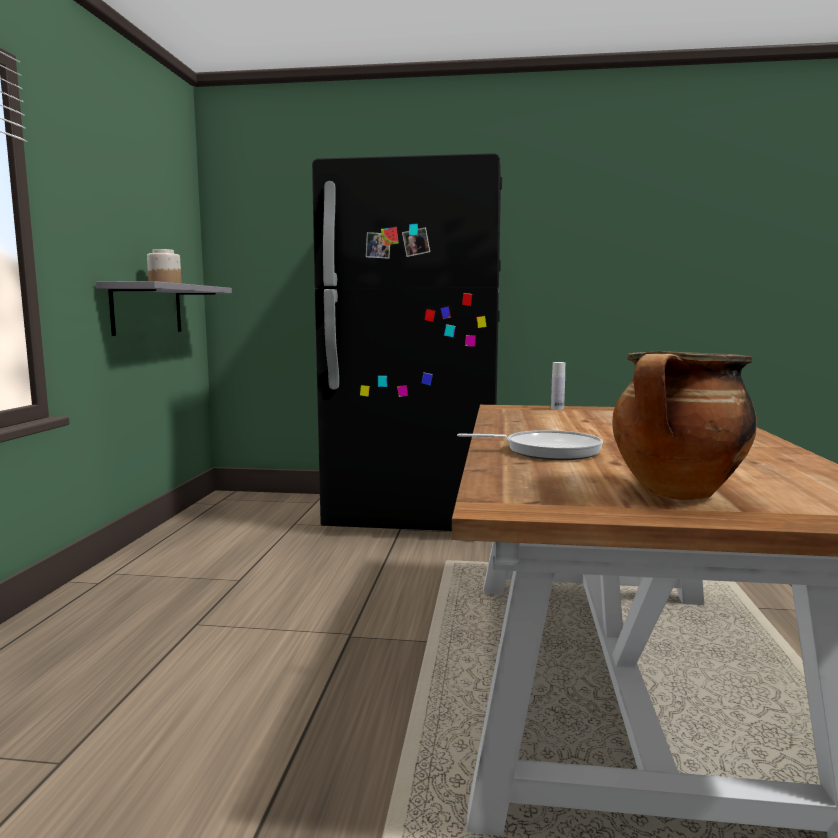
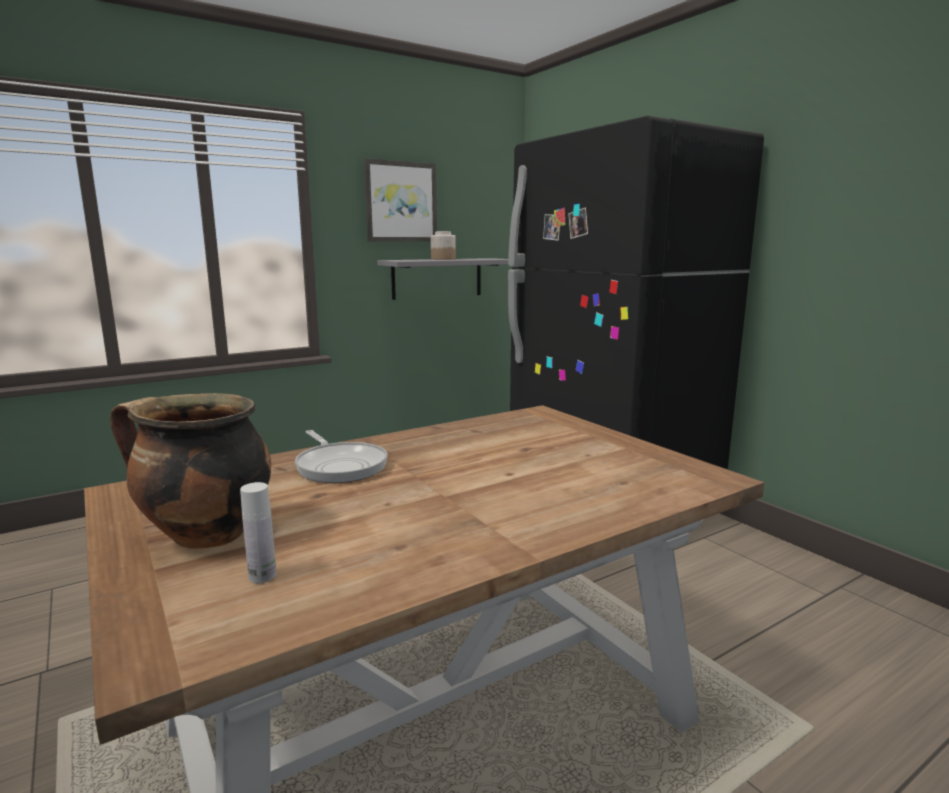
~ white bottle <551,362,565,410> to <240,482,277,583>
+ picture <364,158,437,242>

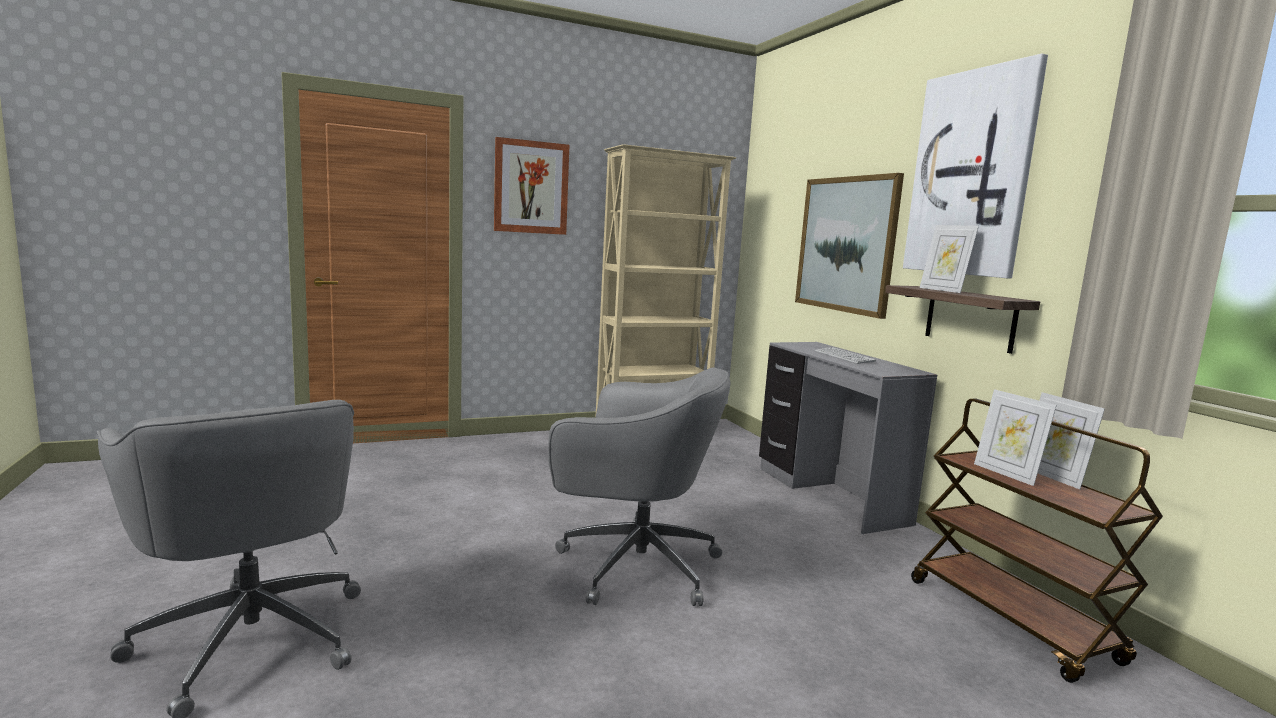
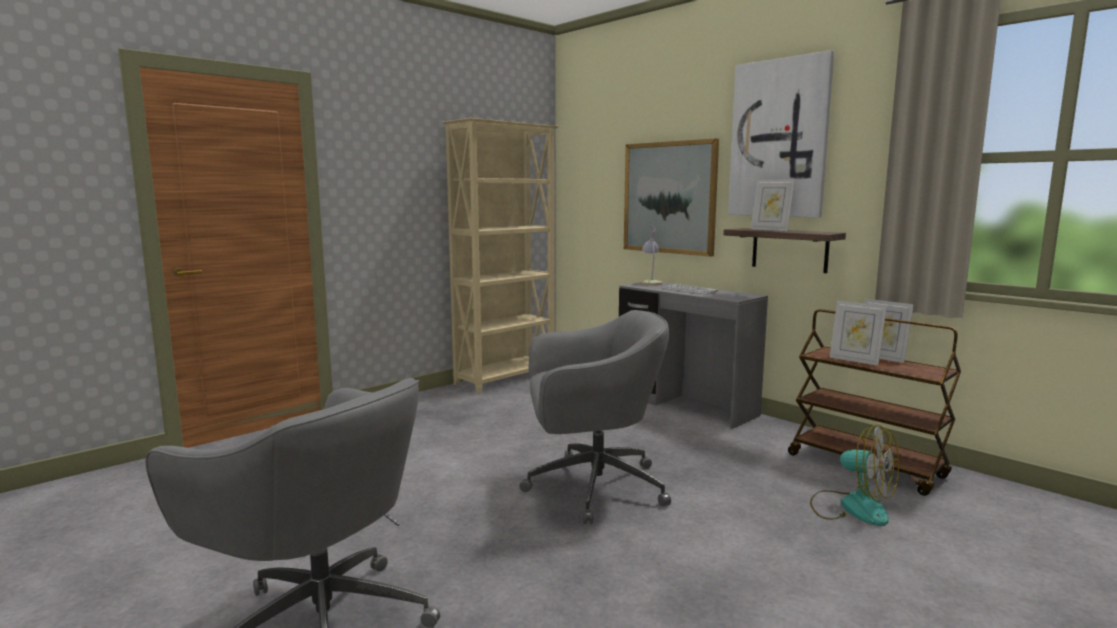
- picture <494,137,569,235>
+ table lamp <641,226,663,286>
+ fan <810,424,899,526>

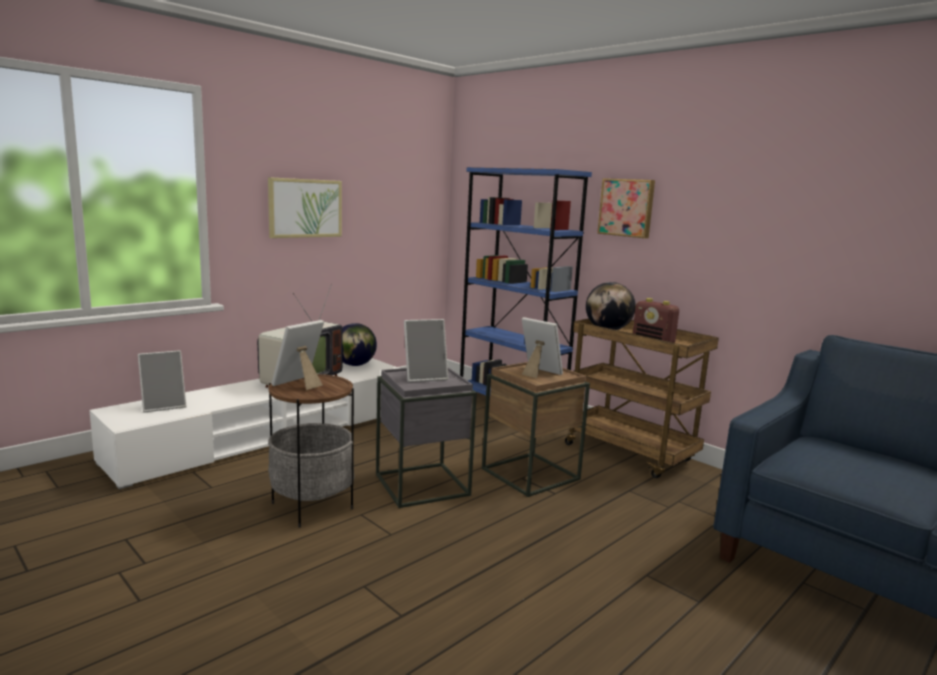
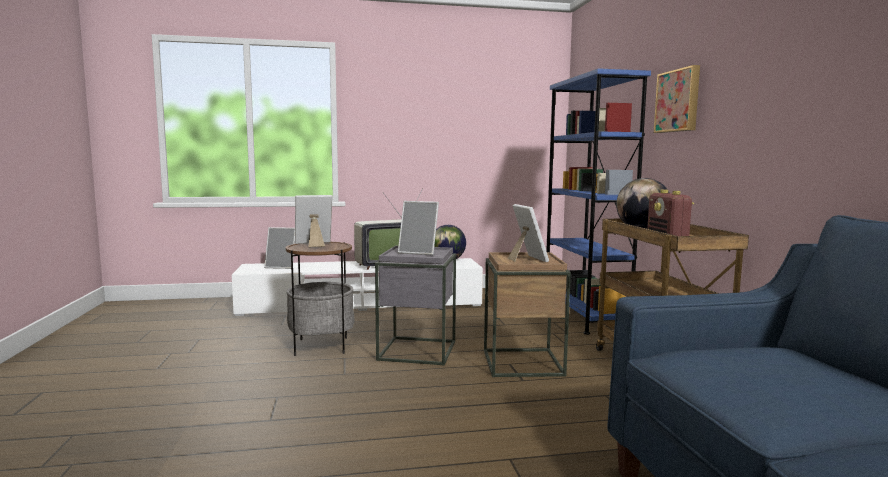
- picture <268,177,342,238>

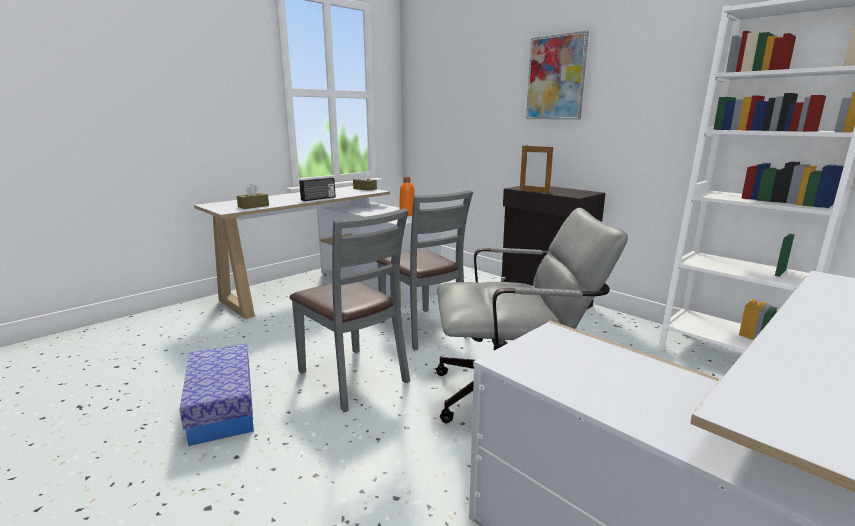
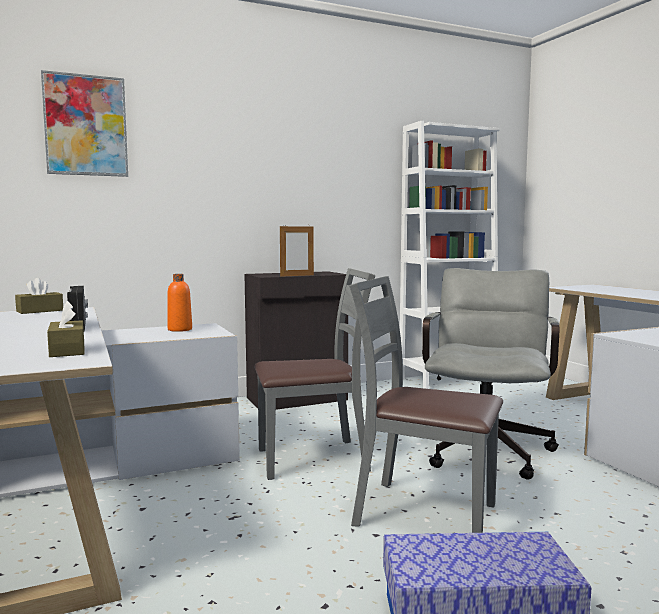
~ grey chair <289,208,410,412> = <349,276,503,533> 135 degrees counterclockwise
~ picture <526,31,589,120> to <41,70,128,177>

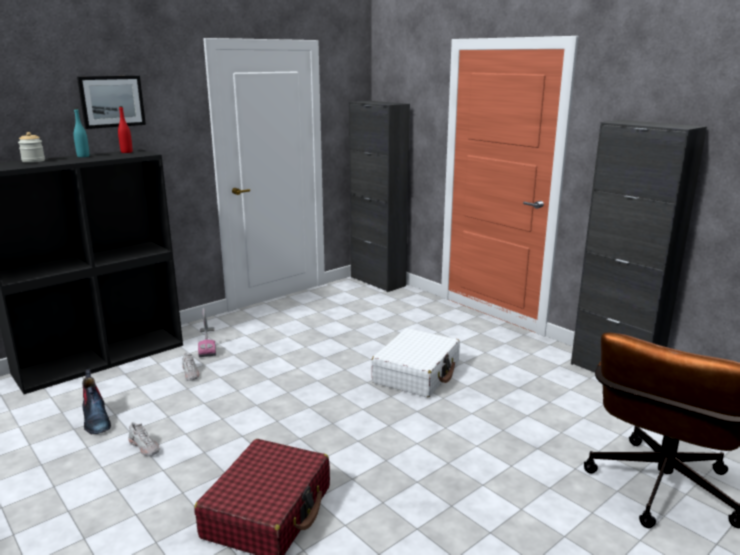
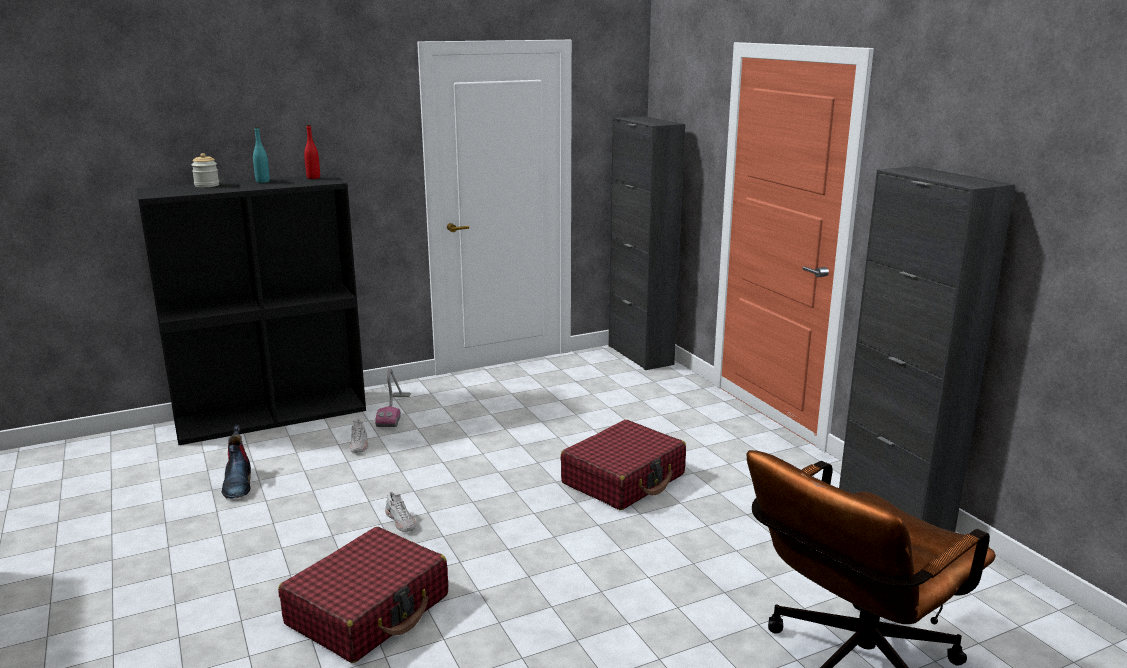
- picture <77,76,146,129>
~ white shoe <128,422,160,456> to <385,492,416,532>
~ white suitcase <371,328,460,398> to red suitcase <561,420,686,510>

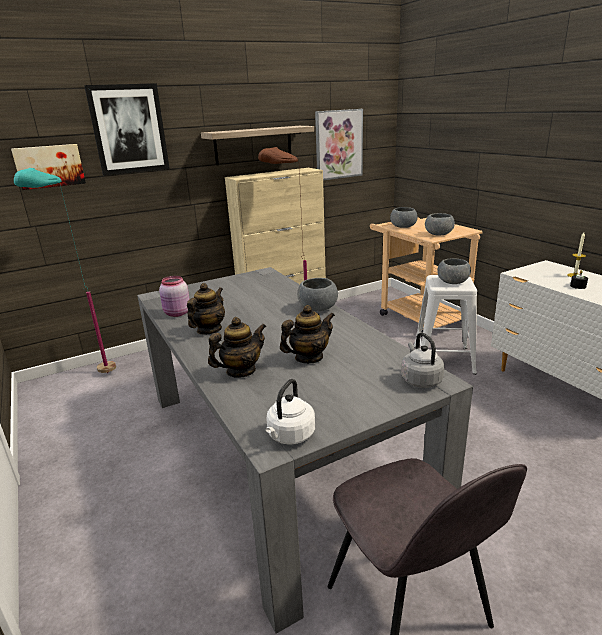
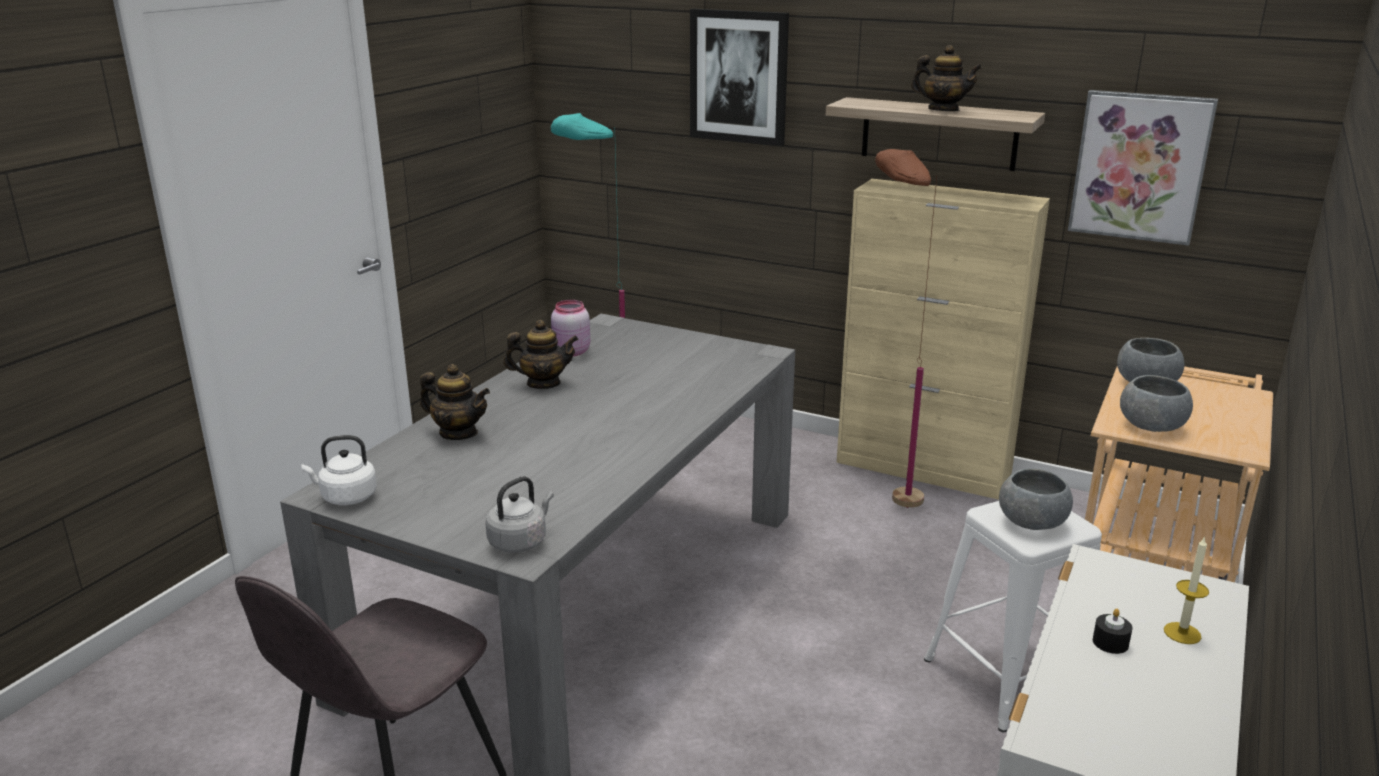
- picture <11,144,86,190>
~ teapot <280,305,335,363> to <911,45,982,111>
- grey bowl <297,278,338,311>

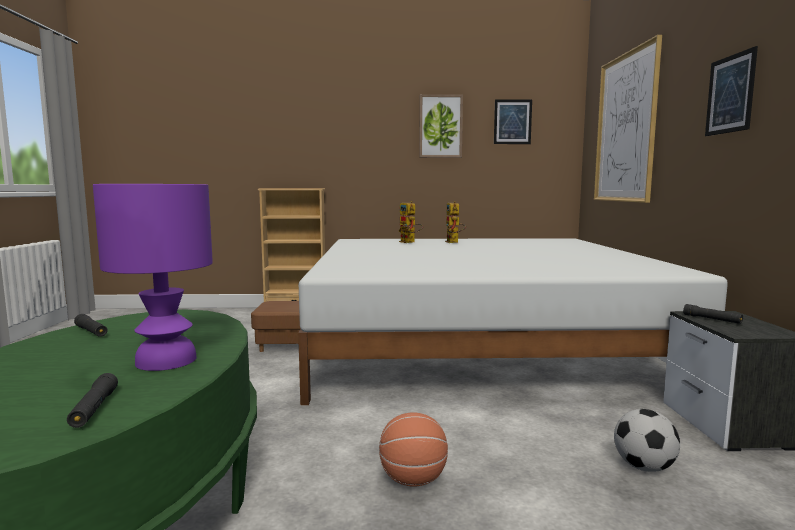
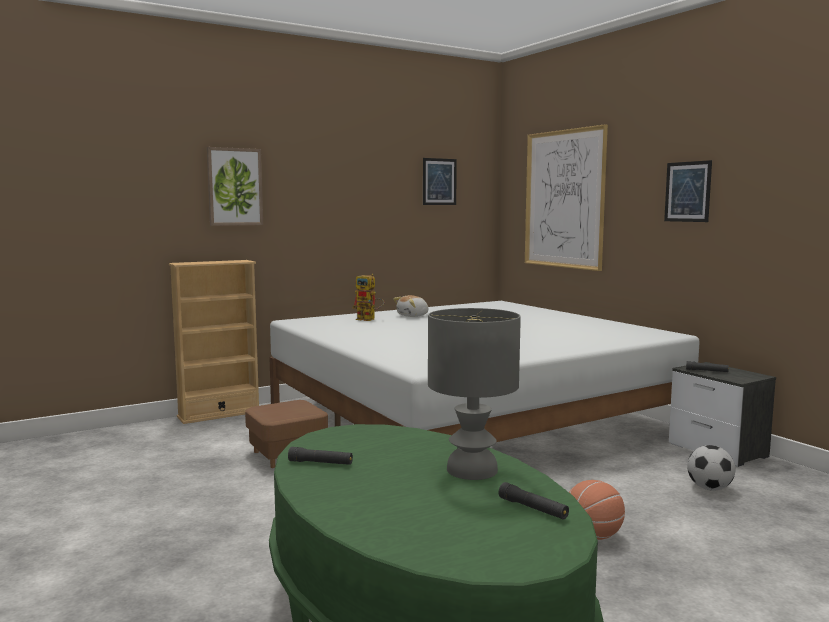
~ purple table lamp <93,184,213,371> to grey table lamp <428,308,521,480>
~ picture <419,94,463,158> to <207,147,263,226>
~ toy robot <445,201,466,243> to plush toy <393,295,428,317>

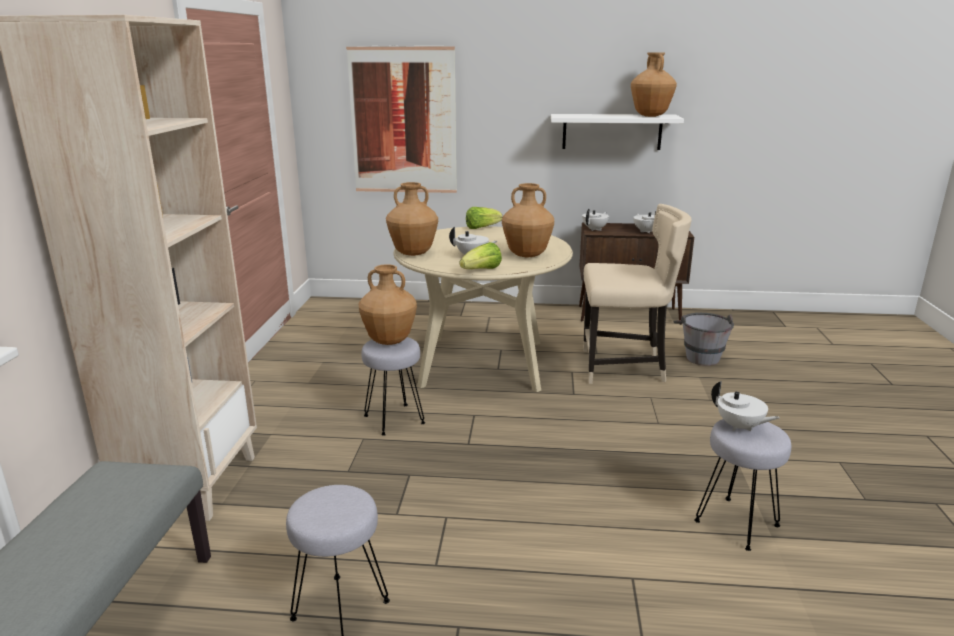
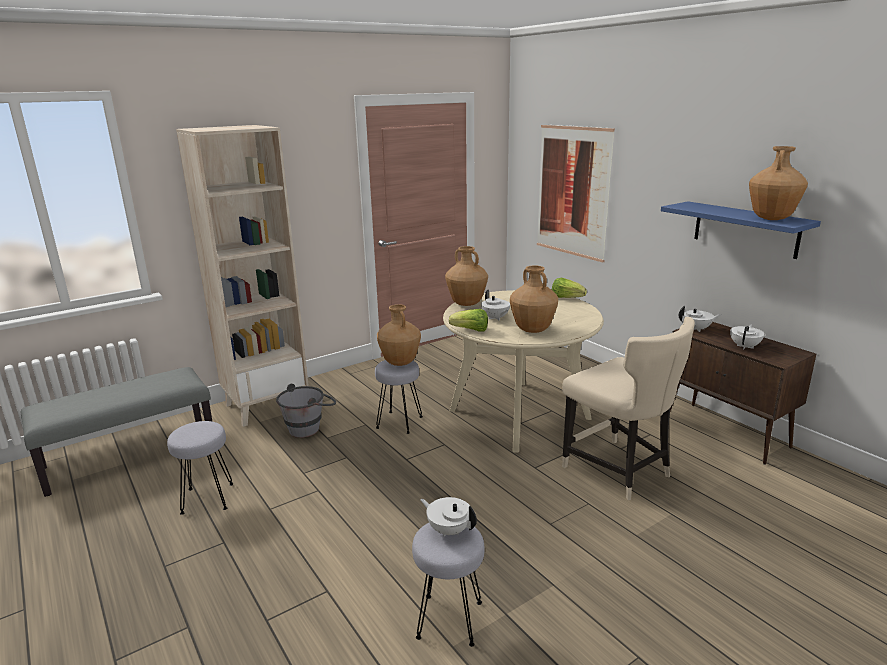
~ white shelf <551,114,684,150> to blue shelf <661,201,821,259>
~ grey bucket <674,313,734,366> to <276,384,336,438>
~ white teapot <711,381,780,431> = <420,497,477,537> 120 degrees clockwise

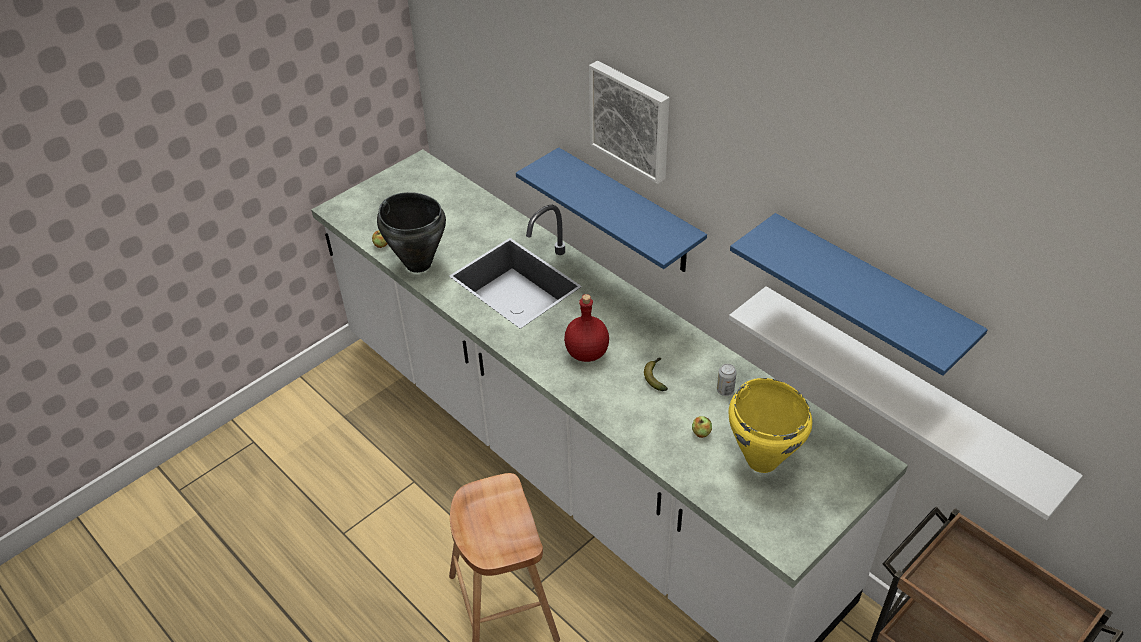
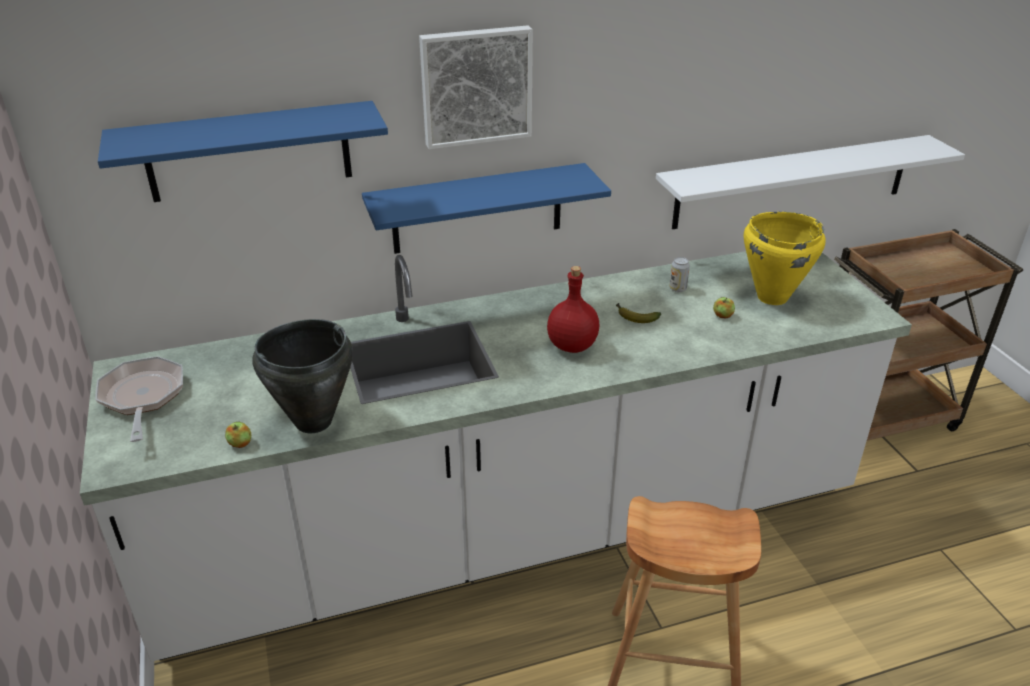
~ blue shelf <730,213,988,376> to <98,101,388,202>
+ frying pan <95,356,183,442>

